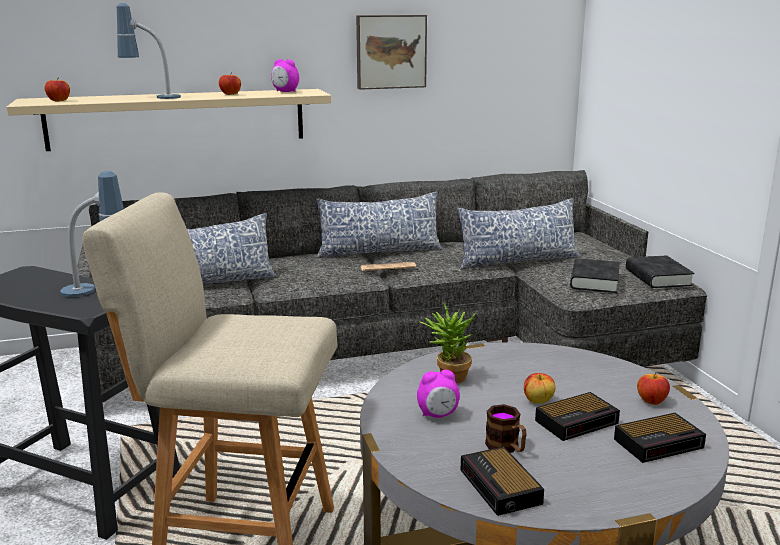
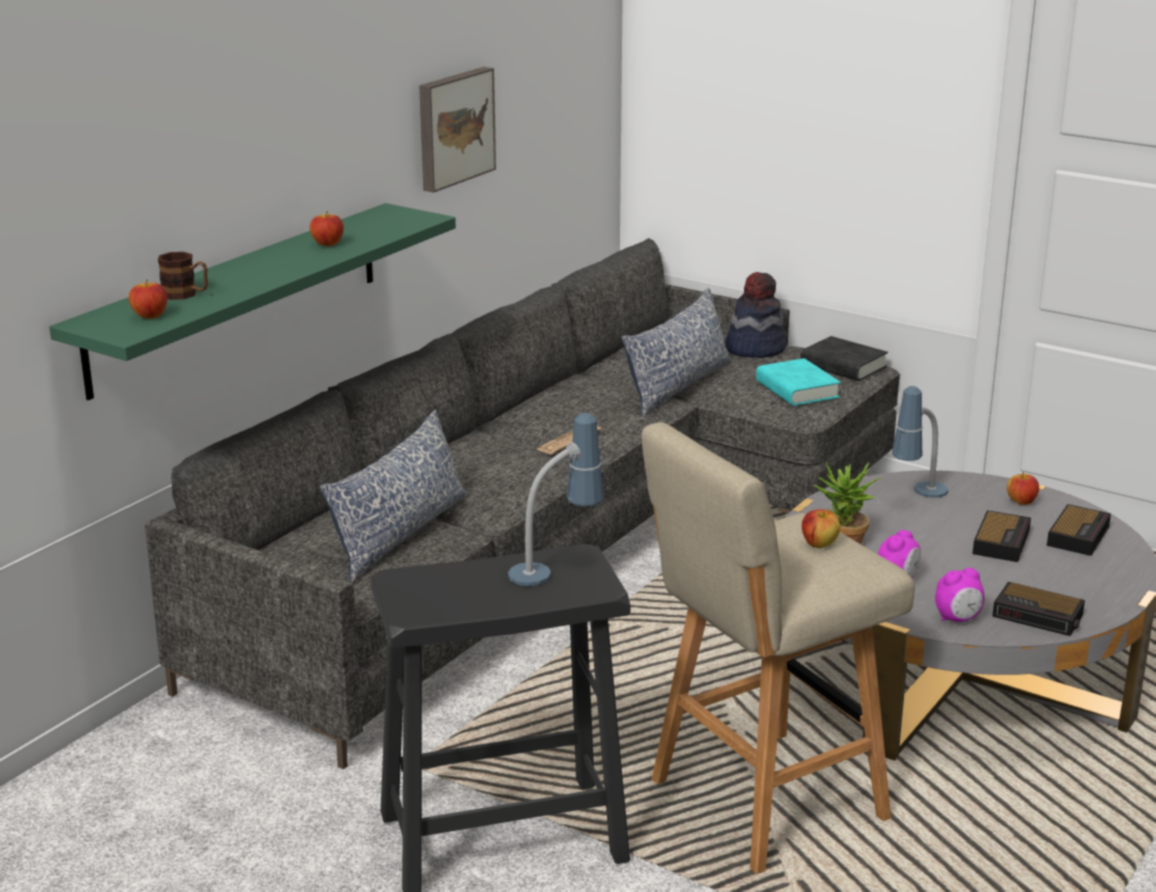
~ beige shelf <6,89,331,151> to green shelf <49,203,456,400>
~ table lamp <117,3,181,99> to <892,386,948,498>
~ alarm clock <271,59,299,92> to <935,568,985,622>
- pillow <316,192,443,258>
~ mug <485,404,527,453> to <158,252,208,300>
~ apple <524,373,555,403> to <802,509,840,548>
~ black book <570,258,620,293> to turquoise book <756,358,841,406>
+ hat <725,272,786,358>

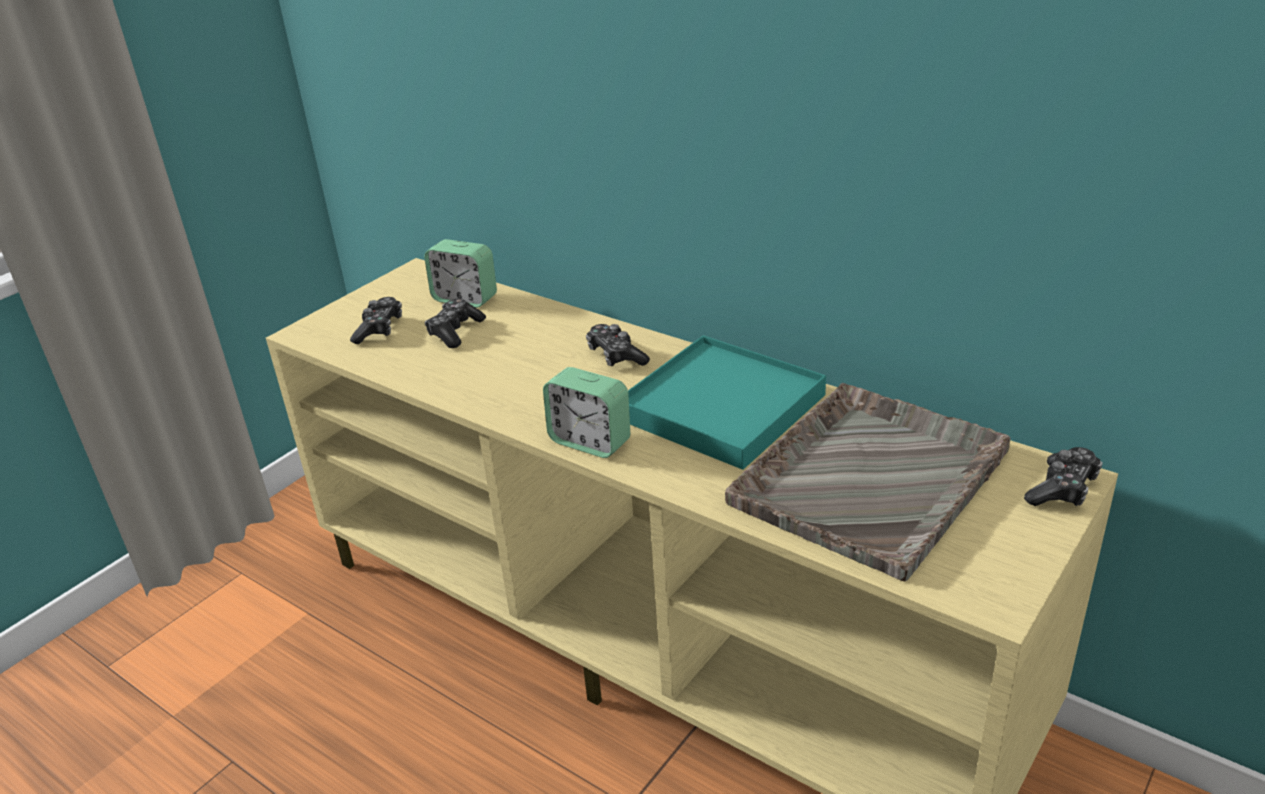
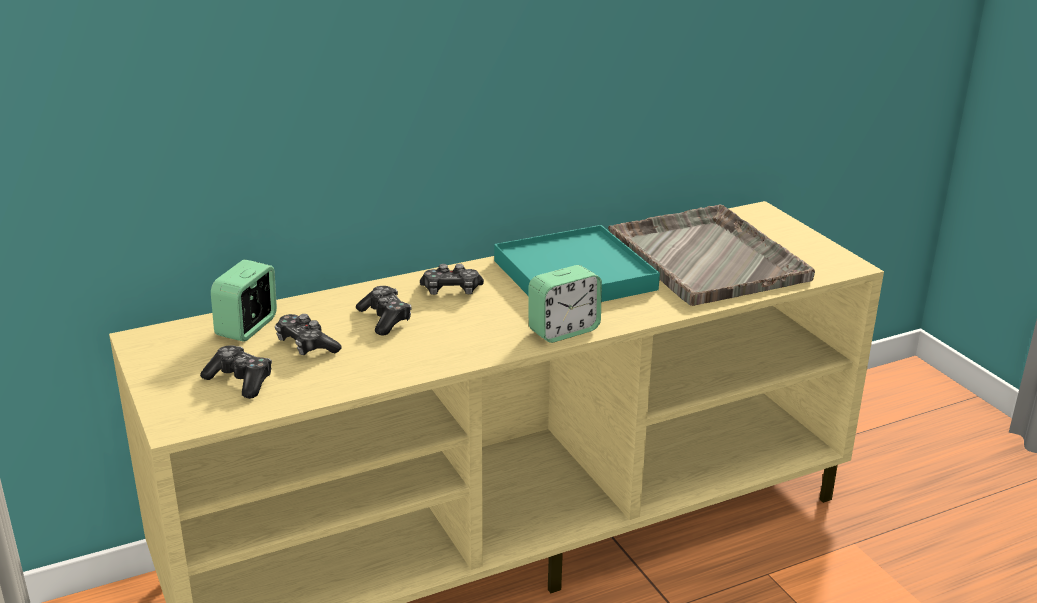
~ alarm clock <424,239,497,308> = <211,259,277,342> 150 degrees clockwise
~ game controller <1024,447,1102,506> to <356,286,411,336>

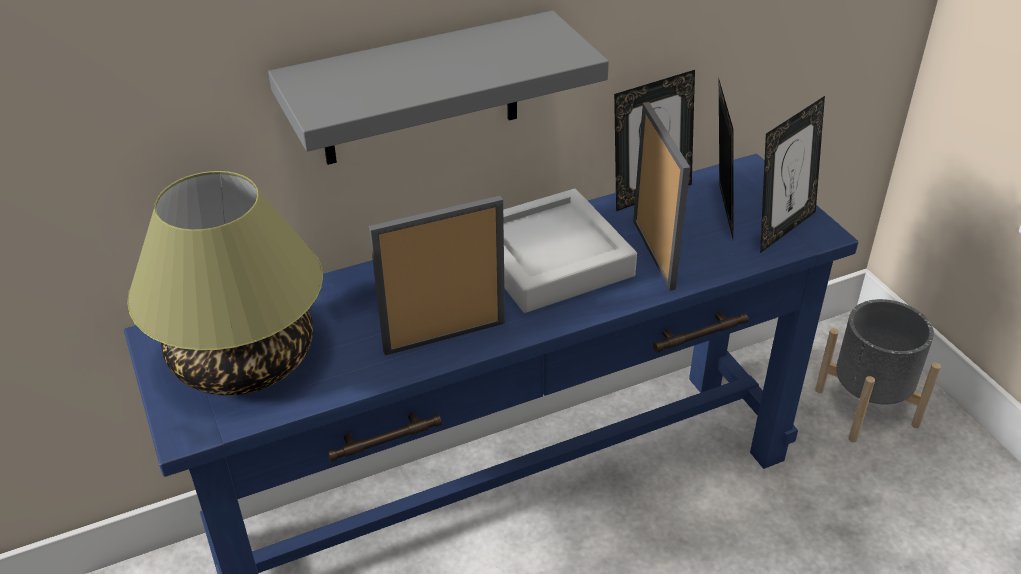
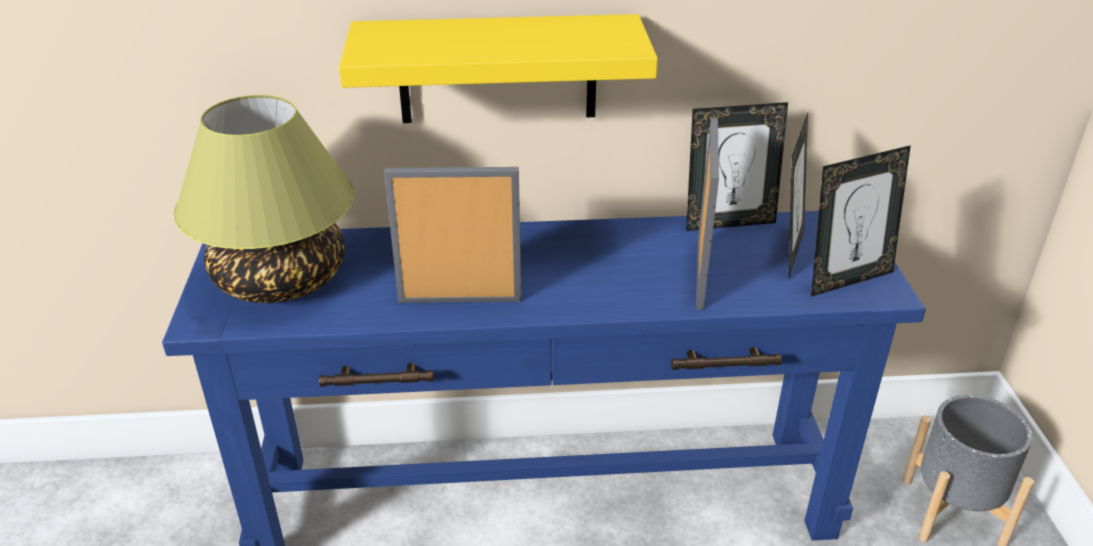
~ grey shelf <268,11,609,165> to yellow shelf <339,14,658,123>
- grey tray <503,189,637,313>

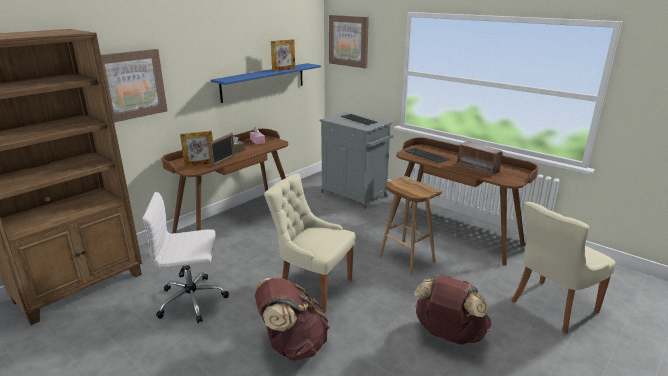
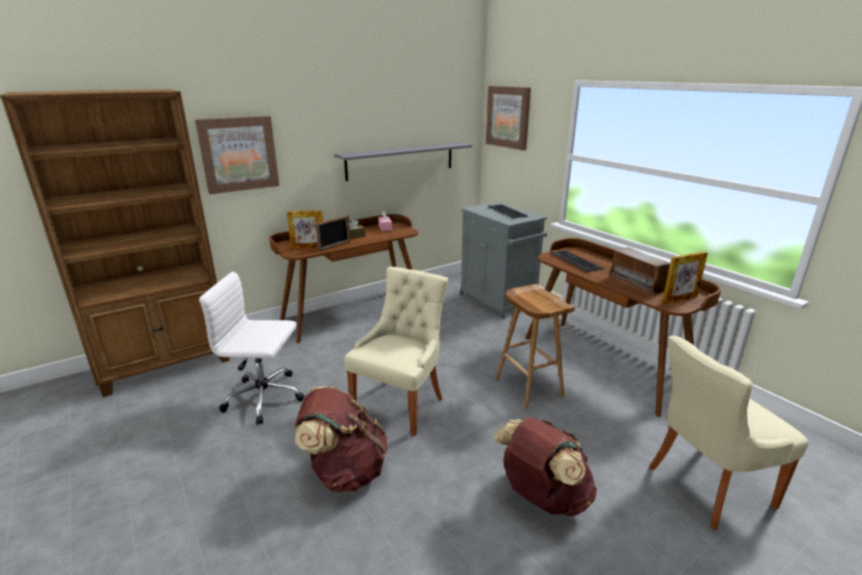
~ blue shelf <211,63,321,103> to grey shelf <334,142,472,181>
~ beige chair <264,173,355,313> = <344,266,449,436> 75 degrees clockwise
~ picture frame <271,39,295,72> to <662,252,708,304>

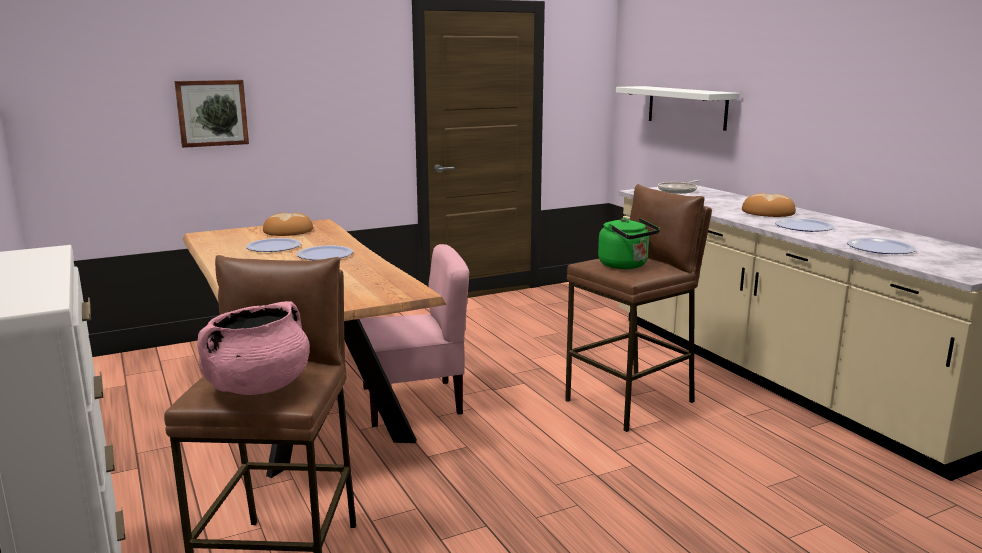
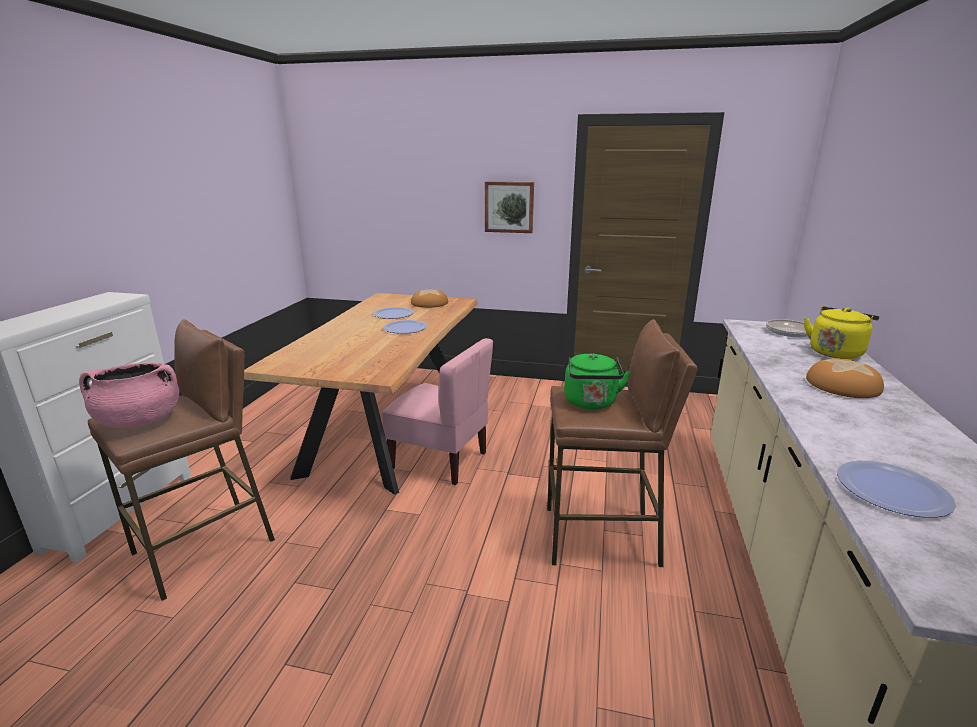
~ picture <174,80,249,148> to <485,182,534,233>
- white shelf <616,86,740,131>
- plate <775,218,835,232>
+ yellow kettle <804,306,879,359>

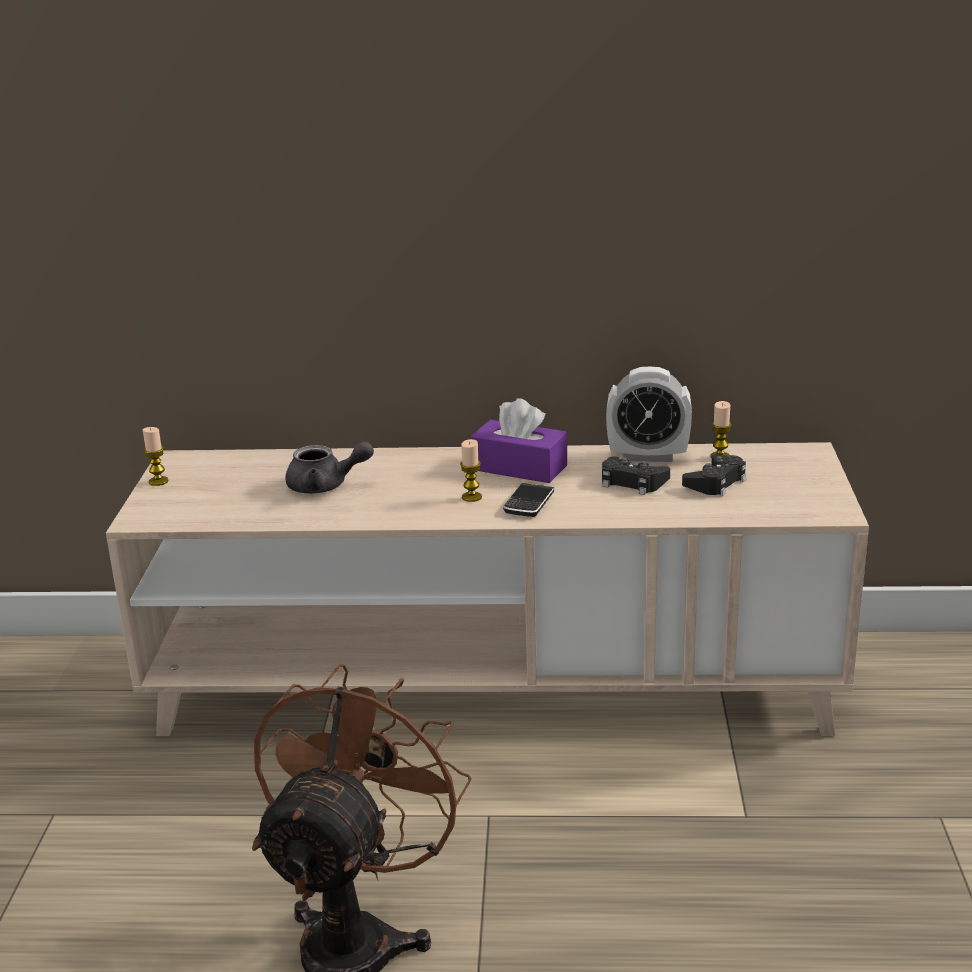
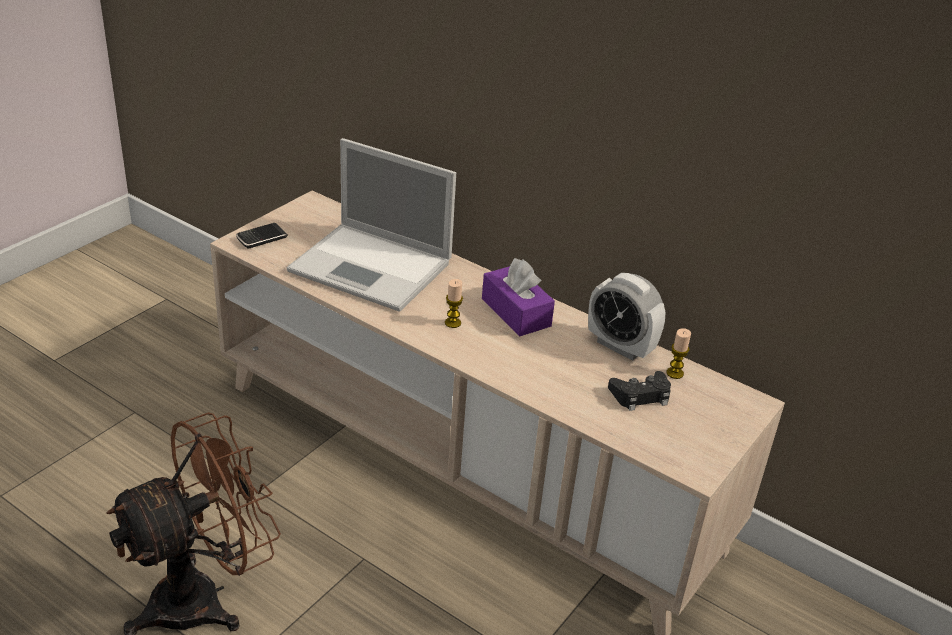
- candle <143,427,169,486>
~ grey teapot <285,441,374,494> to laptop <287,138,456,312>
~ phone <503,483,554,517> to <236,223,288,249>
- black game controller <602,456,670,495>

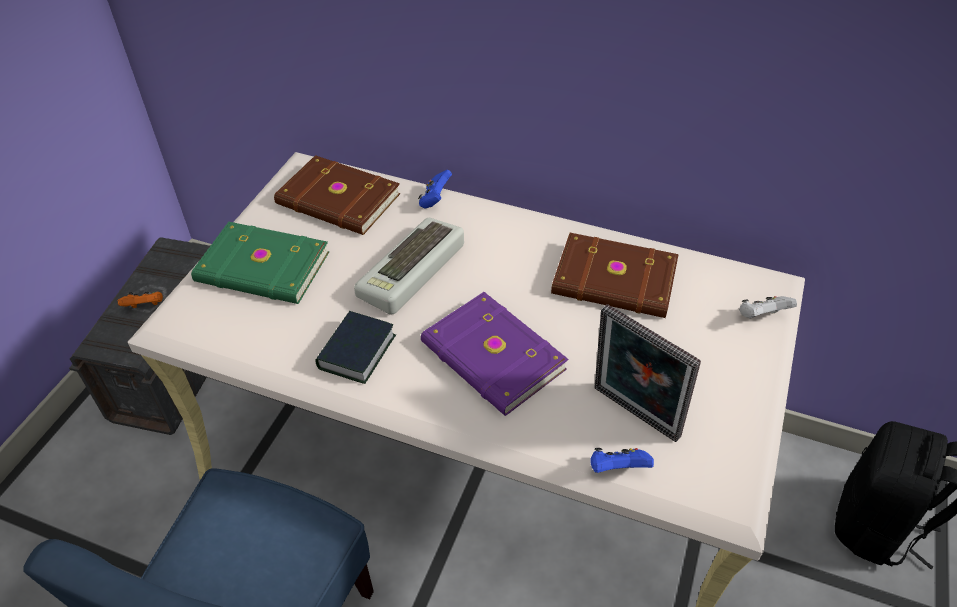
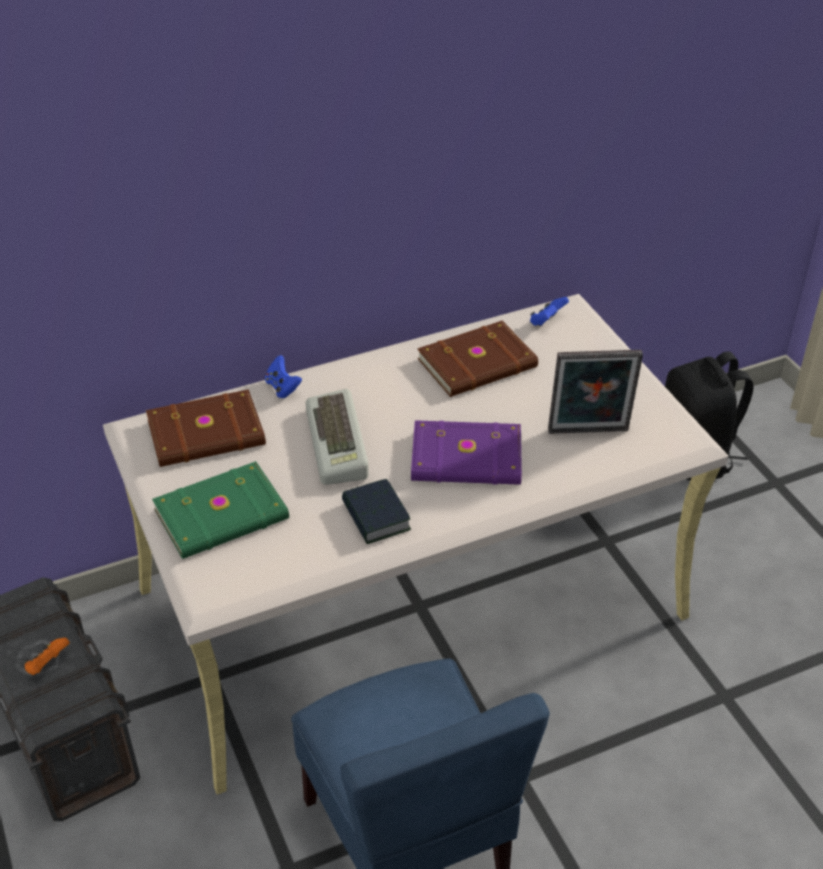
~ blue game controller <590,448,654,473> to <530,297,569,326>
- white game controller <739,296,797,319>

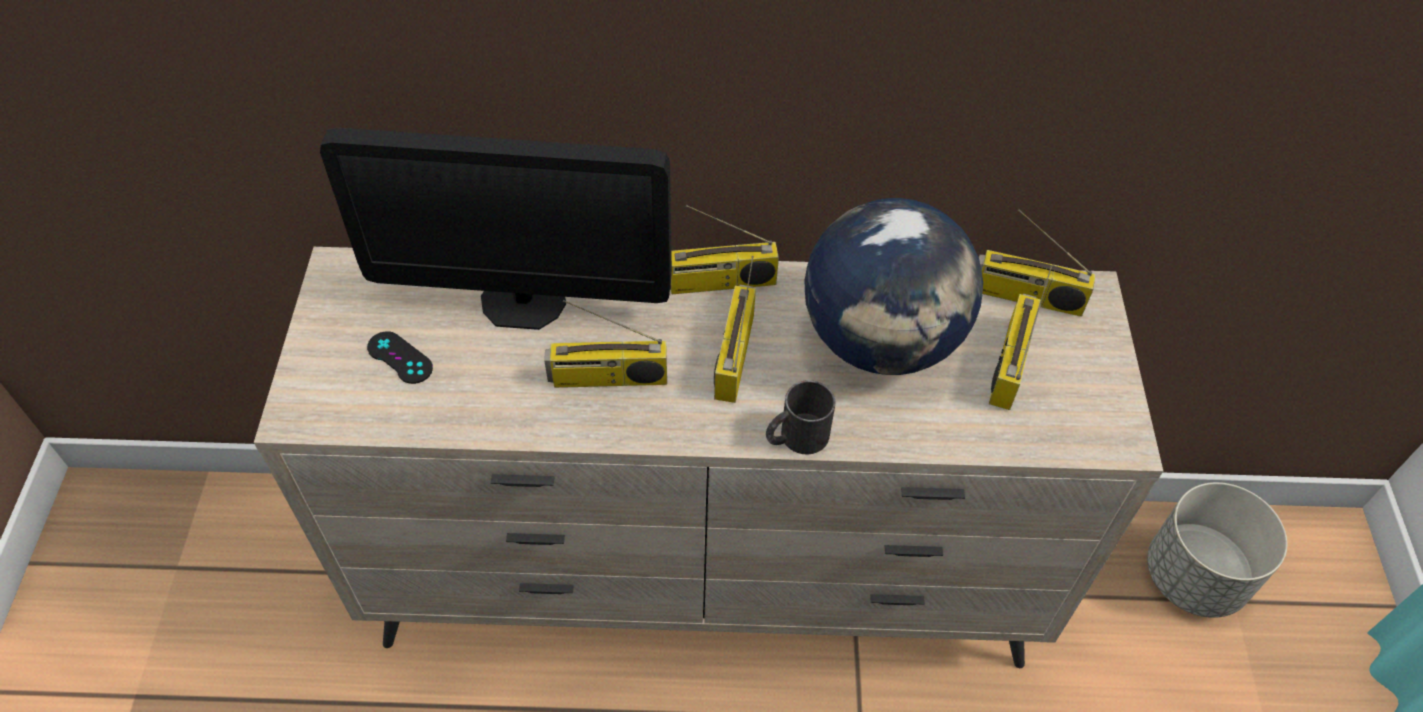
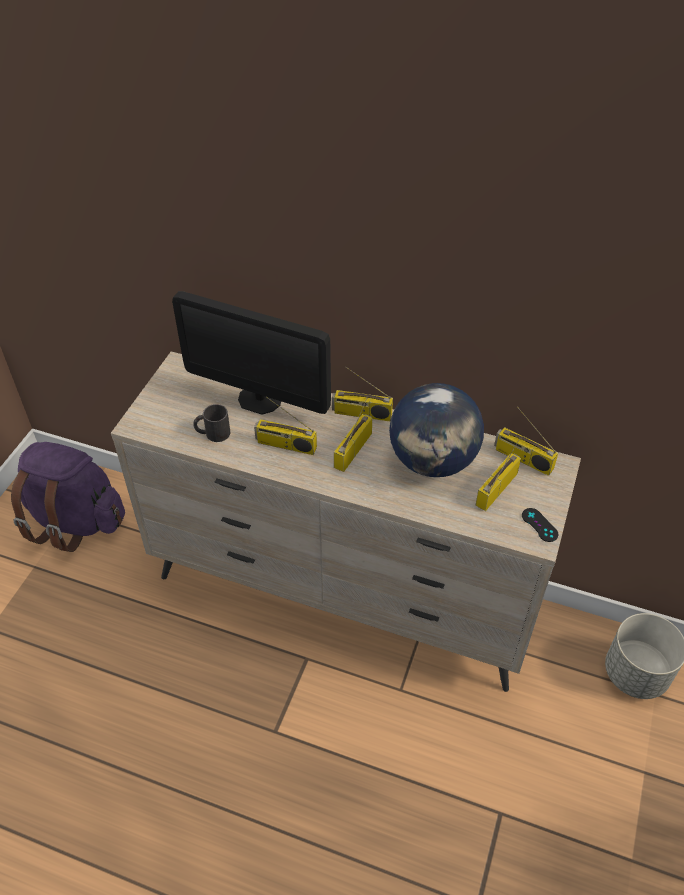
~ black game controller <367,331,433,384> to <522,508,558,542>
~ black mug <766,380,836,455> to <193,404,230,442>
+ purple backpack <11,442,125,552>

